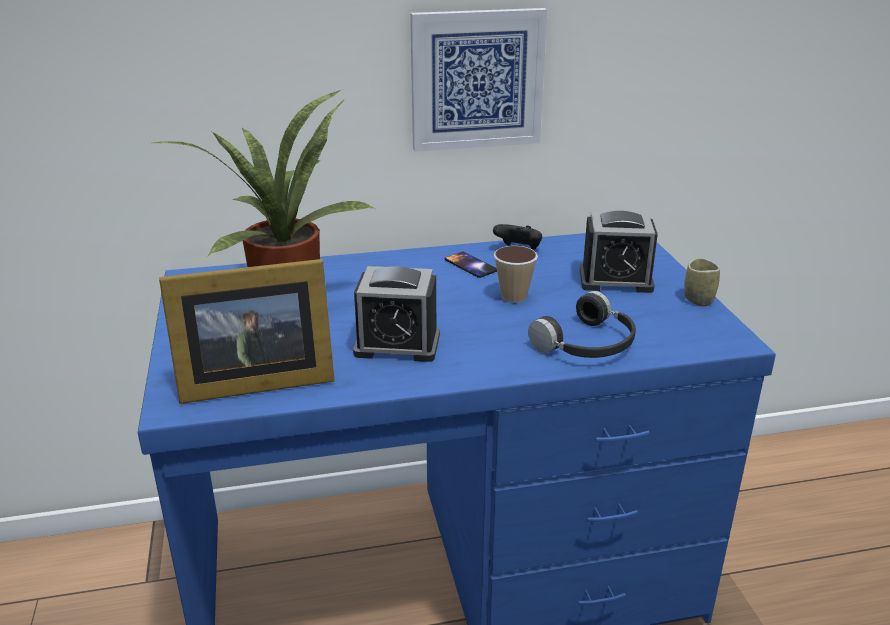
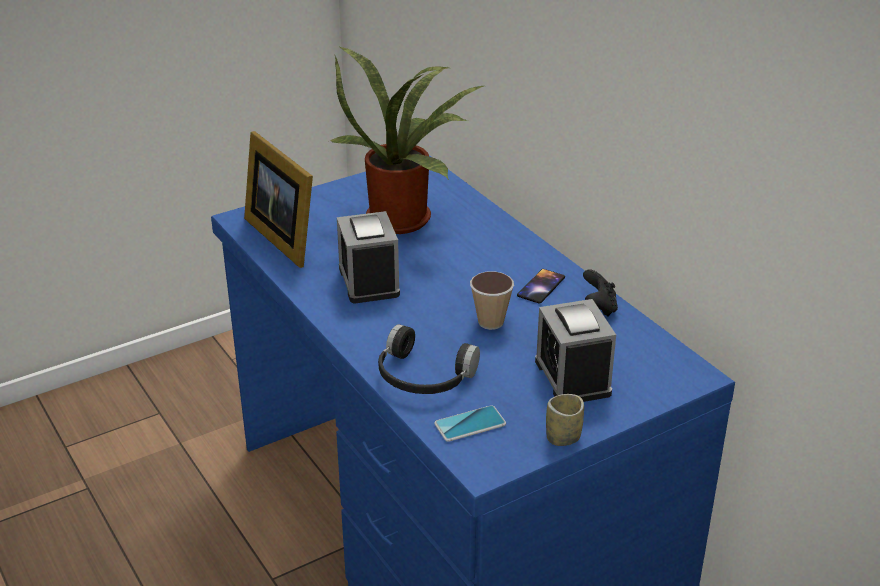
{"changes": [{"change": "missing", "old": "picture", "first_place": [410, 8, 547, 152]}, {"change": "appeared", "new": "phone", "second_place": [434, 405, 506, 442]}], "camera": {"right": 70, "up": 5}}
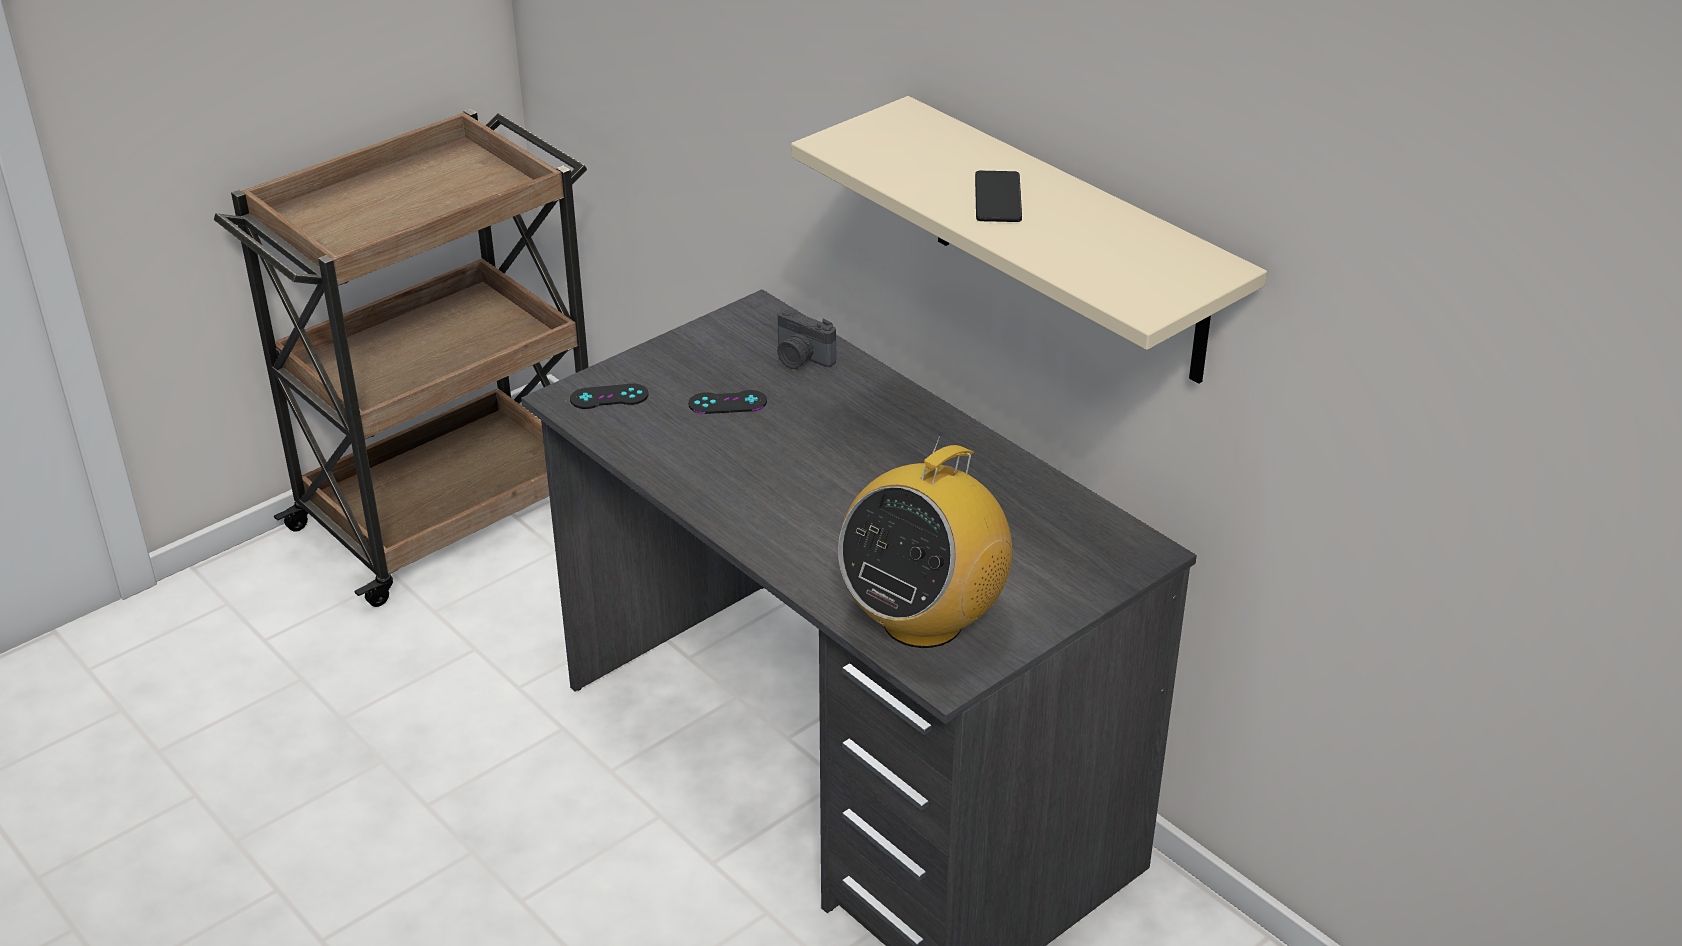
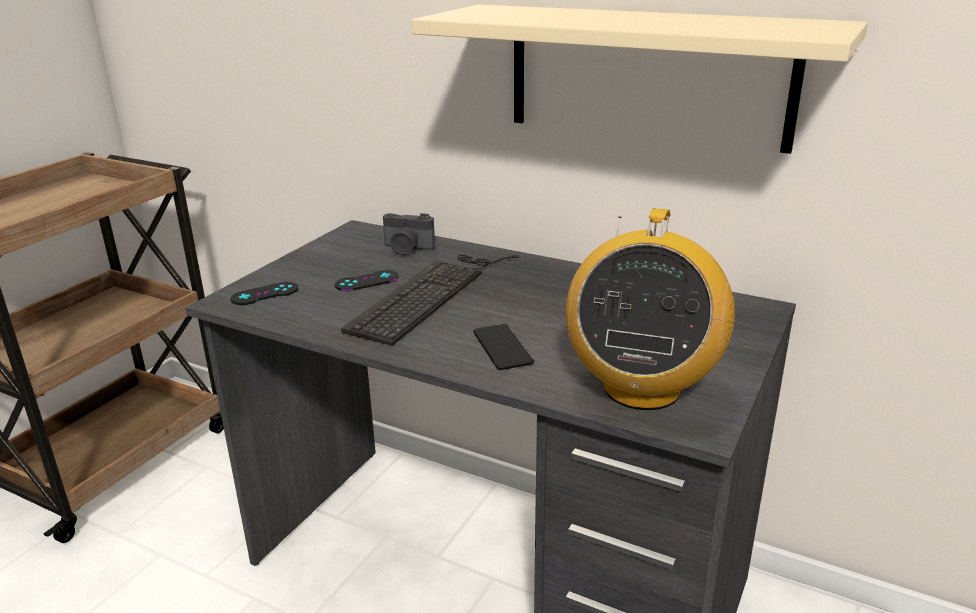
{"changes": [{"change": "relocated", "old": "phone", "first_place": [975, 171, 1022, 222], "second_place": [473, 324, 534, 370]}, {"change": "appeared", "new": "PC keyboard", "second_place": [341, 255, 519, 346]}], "camera": {"right": -20, "up": -10}}
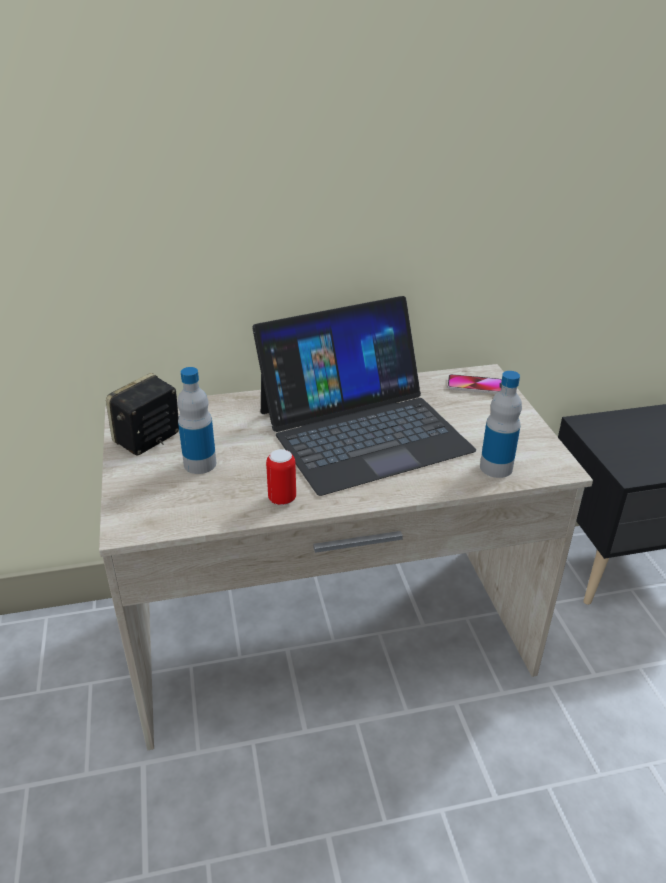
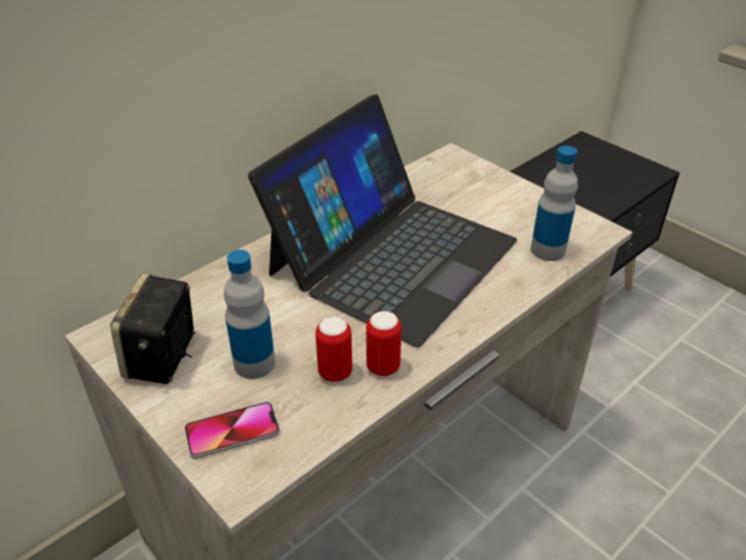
{"changes": [{"change": "relocated", "old": "phone", "first_place": [447, 374, 502, 394], "second_place": [184, 402, 280, 459]}, {"change": "appeared", "new": "can", "second_place": [315, 316, 352, 382]}], "camera": {"right": -30, "up": 5}}
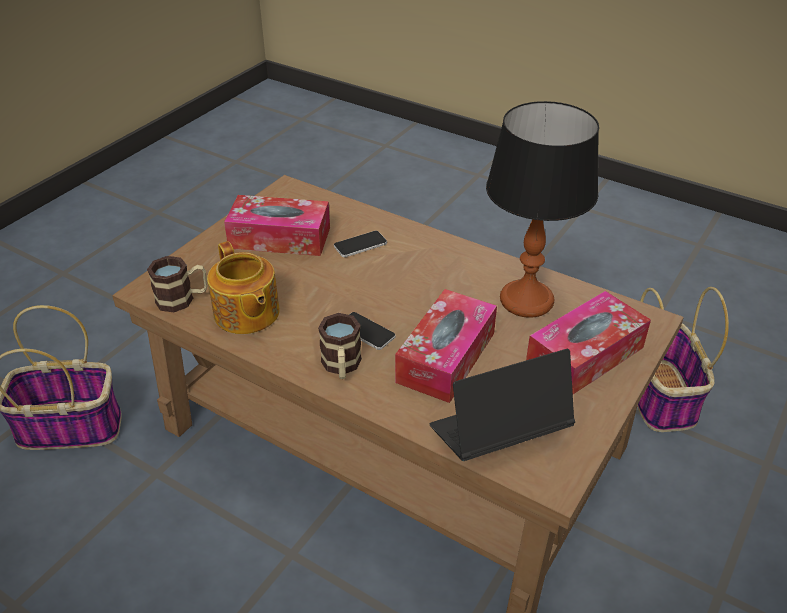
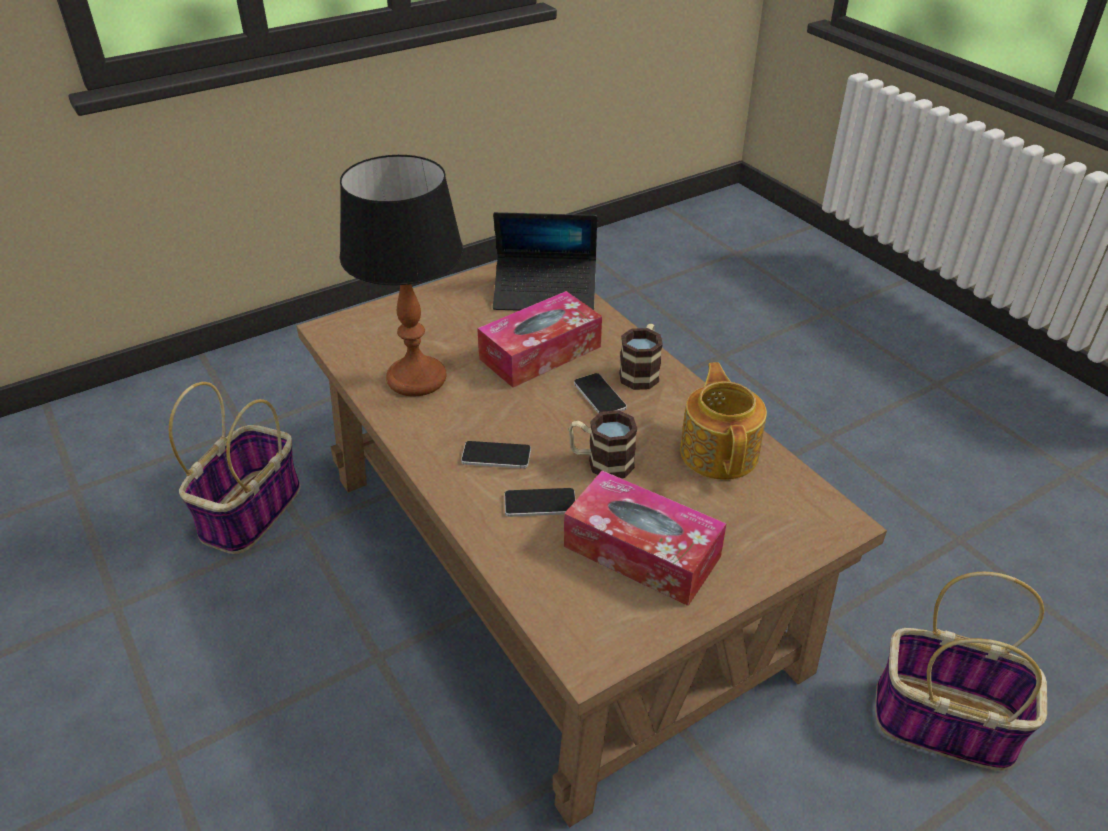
{"changes": [{"change": "relocated", "old": "mug", "first_place": [147, 256, 207, 312], "second_place": [569, 410, 637, 478]}, {"change": "missing", "old": "tissue holder", "first_place": [526, 291, 651, 394]}, {"change": "appeared", "new": "phone", "second_place": [461, 441, 531, 469]}], "camera": {"right": -155, "up": 0}}
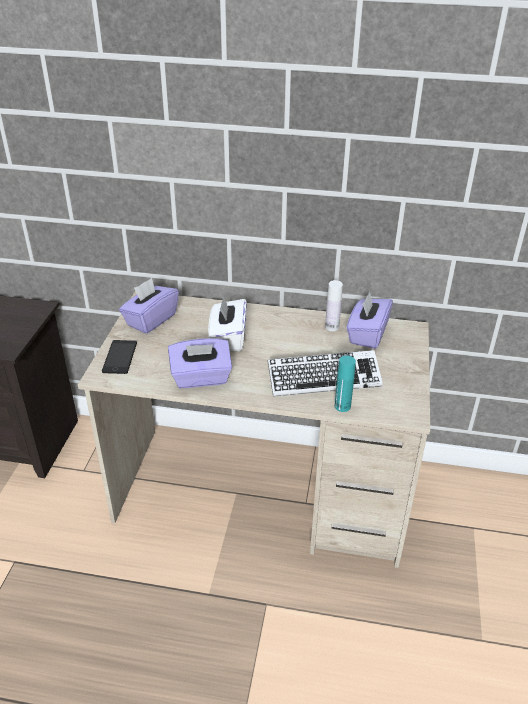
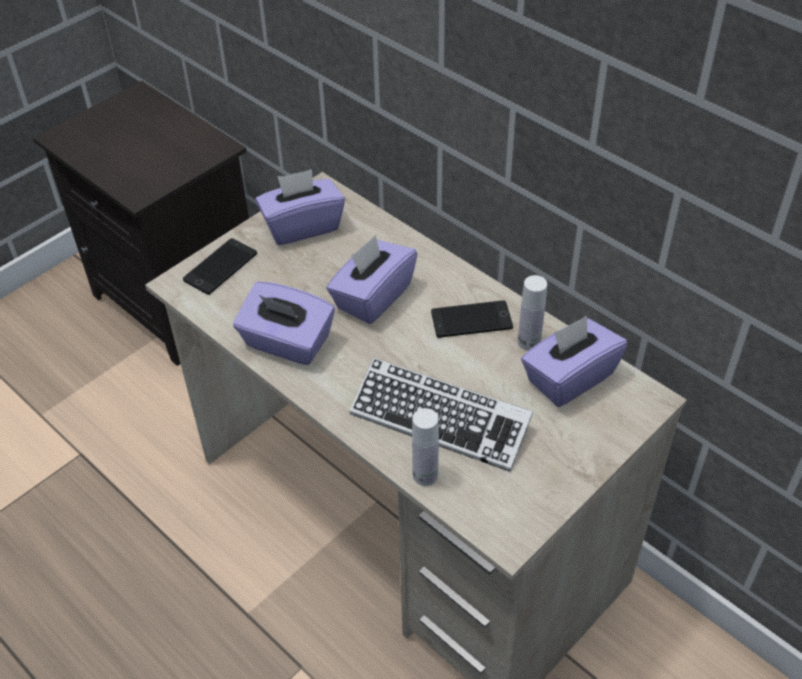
{"changes": [{"change": "colour", "old": "white-coloured tissue holder", "new": "purple-coloured tissue holder", "first_place": [208, 296, 247, 351], "second_place": [326, 235, 417, 324]}, {"change": "colour", "old": "turquoise drink bottle", "new": "white-coloured drink bottle", "first_place": [335, 355, 356, 412], "second_place": [412, 408, 439, 486]}, {"change": "appeared", "new": "phone", "second_place": [431, 300, 513, 338]}], "camera": {"right": 35, "up": 10}}
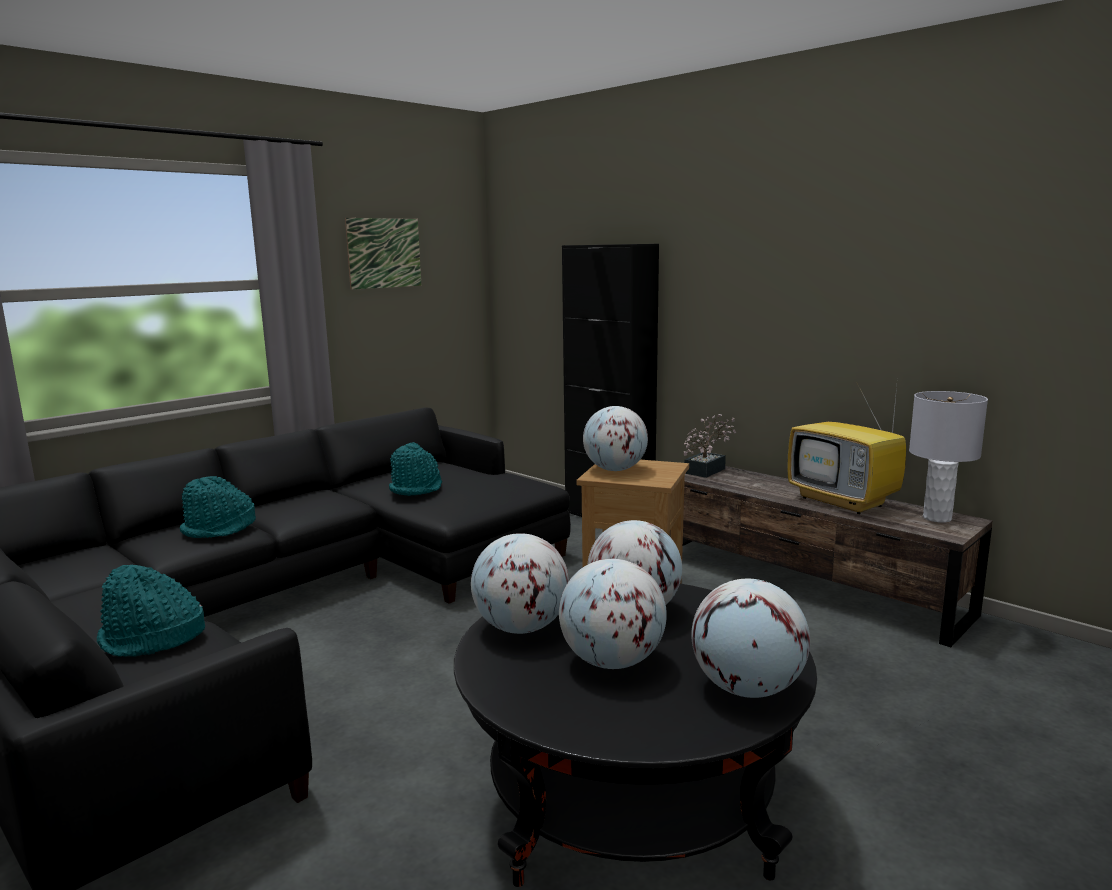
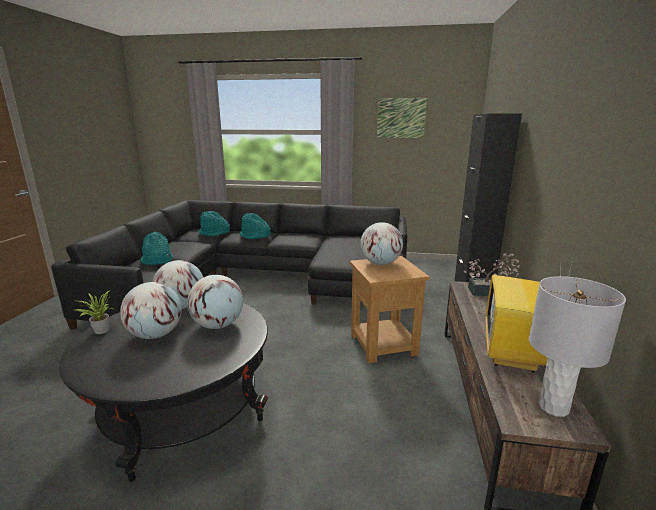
{"changes": [{"change": "relocated", "old": "turquoise hat", "first_place": [389, 442, 442, 496], "second_place": [199, 211, 230, 236]}, {"change": "missing", "old": "world globe", "first_place": [691, 579, 810, 698]}, {"change": "appeared", "new": "potted plant", "second_place": [75, 290, 113, 334]}], "camera": {"right": 55, "up": 5}}
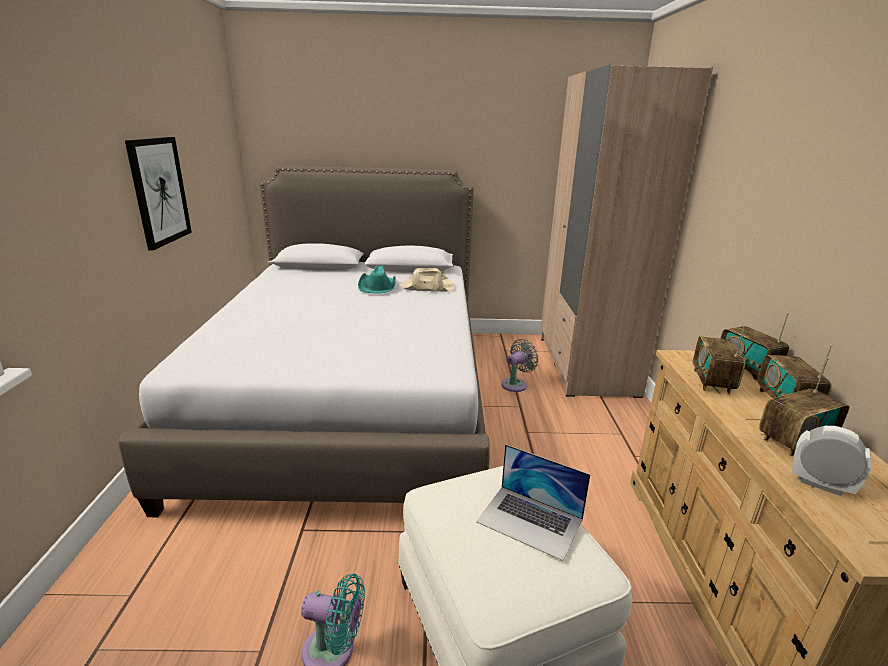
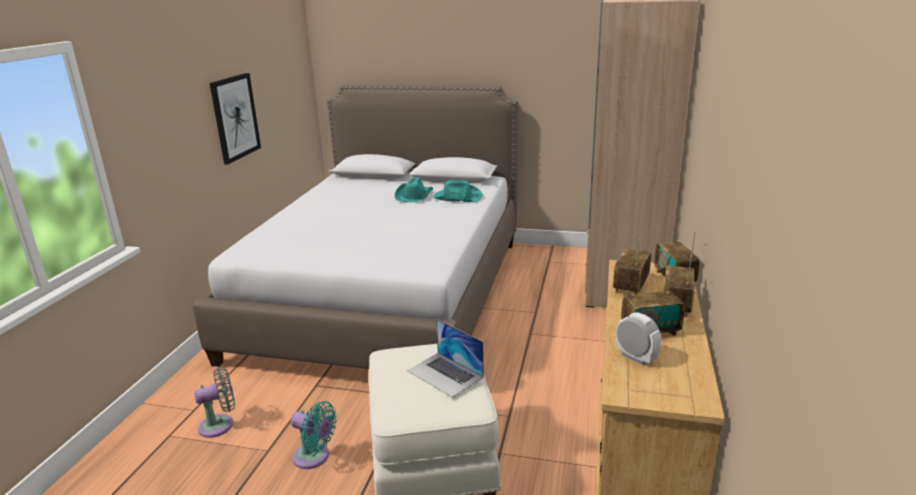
{"changes": [{"change": "colour", "old": "beige hat", "new": "turquoise hat", "first_place": [400, 268, 454, 292], "second_place": [433, 180, 483, 202]}, {"change": "relocated", "old": "gray fan", "first_place": [501, 339, 539, 392], "second_place": [194, 367, 235, 438]}], "camera": {"right": 15, "up": 0}}
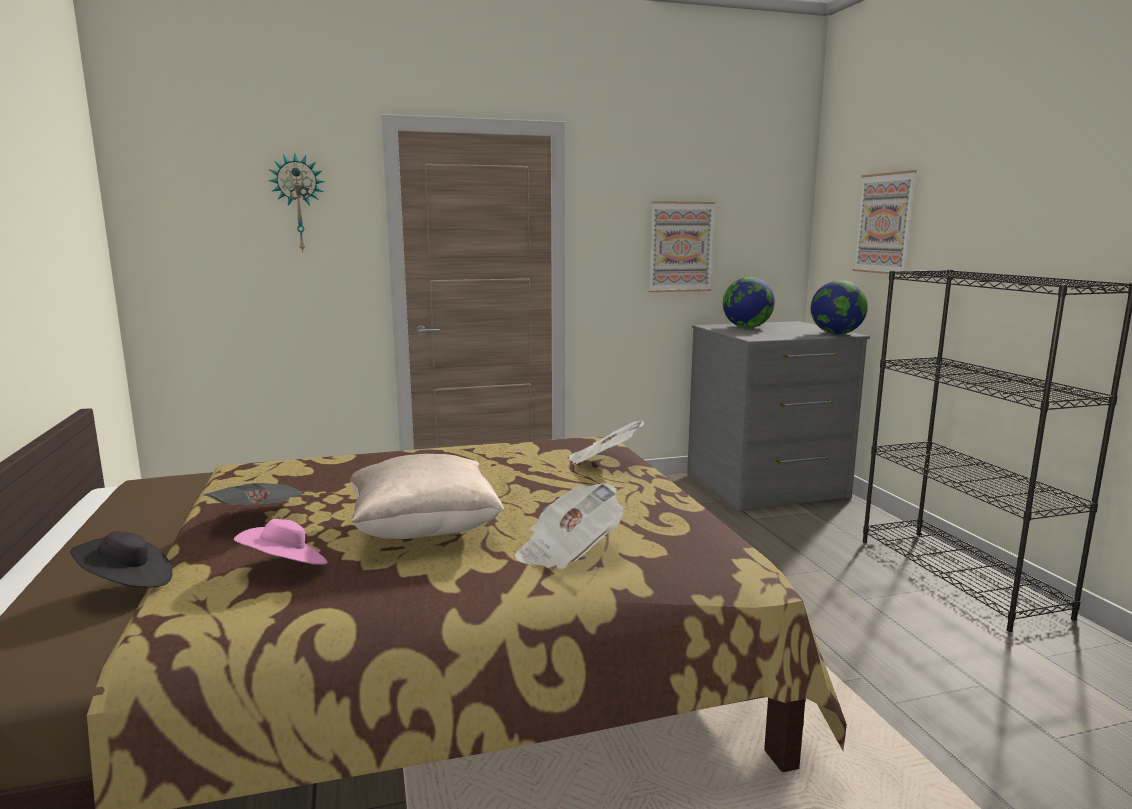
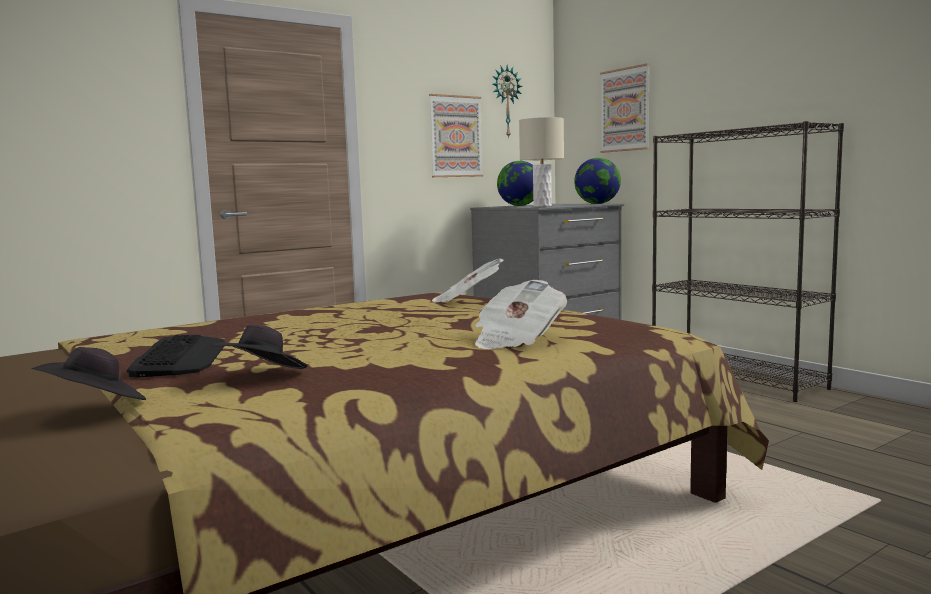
{"changes": [{"change": "relocated", "old": "wall clock", "first_place": [268, 153, 325, 253], "second_place": [492, 65, 523, 139]}, {"change": "missing", "old": "beige pillow", "first_place": [350, 454, 505, 539]}, {"change": "exchanged", "old": "newspaper", "new": "PC keyboard", "first_place": [203, 483, 304, 505], "second_place": [127, 335, 226, 378]}, {"change": "colour", "old": "pinkish hat", "new": "blackish hat", "first_place": [234, 519, 328, 565], "second_place": [212, 325, 307, 369]}, {"change": "appeared", "new": "beige lamp for a table", "second_place": [519, 117, 564, 207]}], "camera": {"right": -20, "up": -5}}
